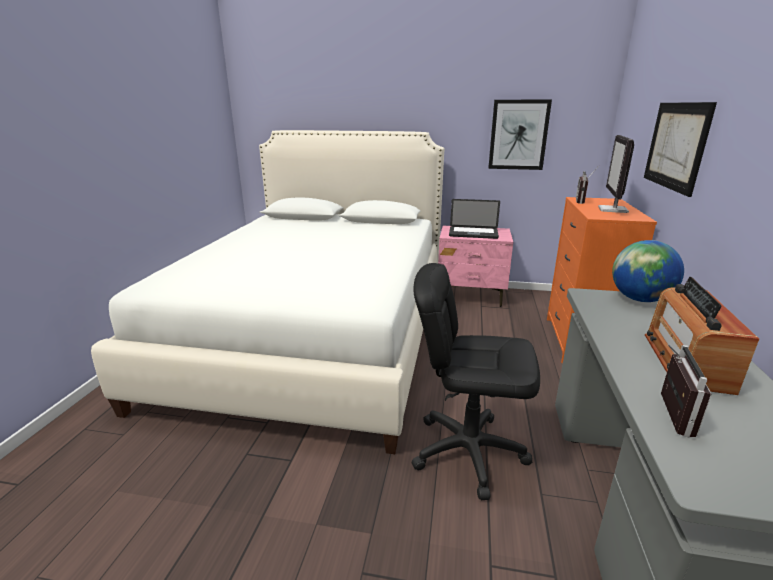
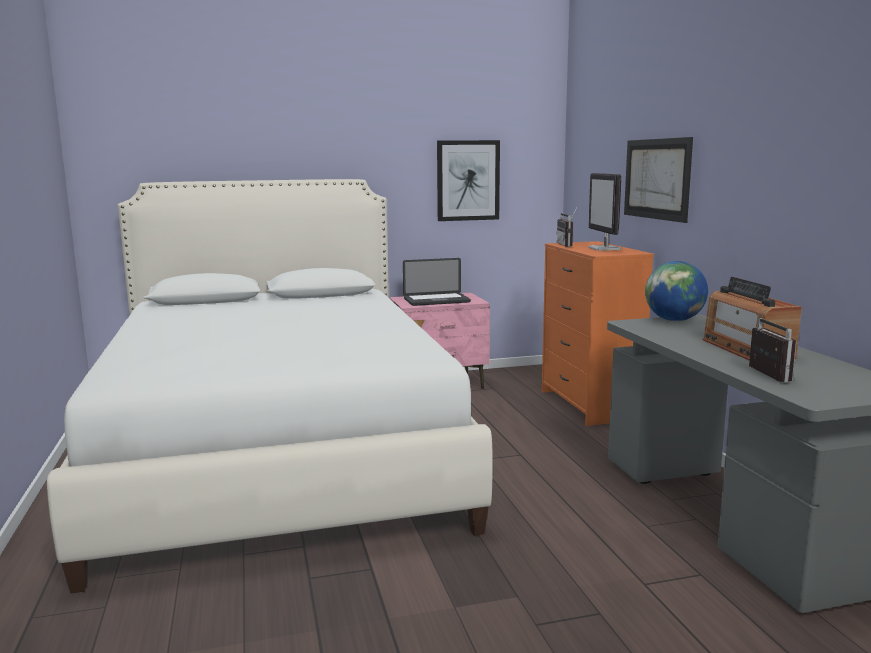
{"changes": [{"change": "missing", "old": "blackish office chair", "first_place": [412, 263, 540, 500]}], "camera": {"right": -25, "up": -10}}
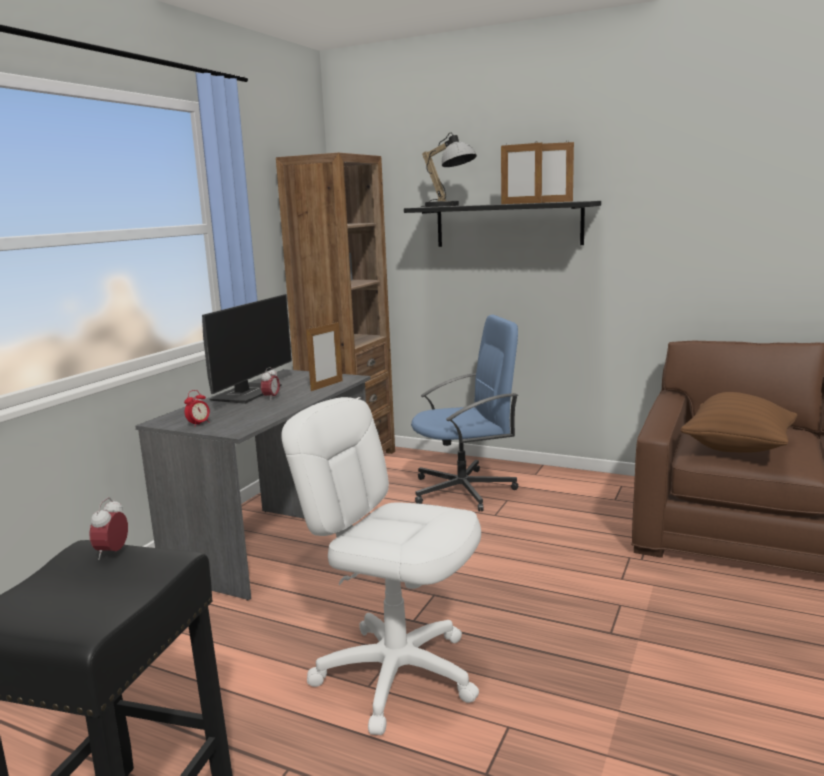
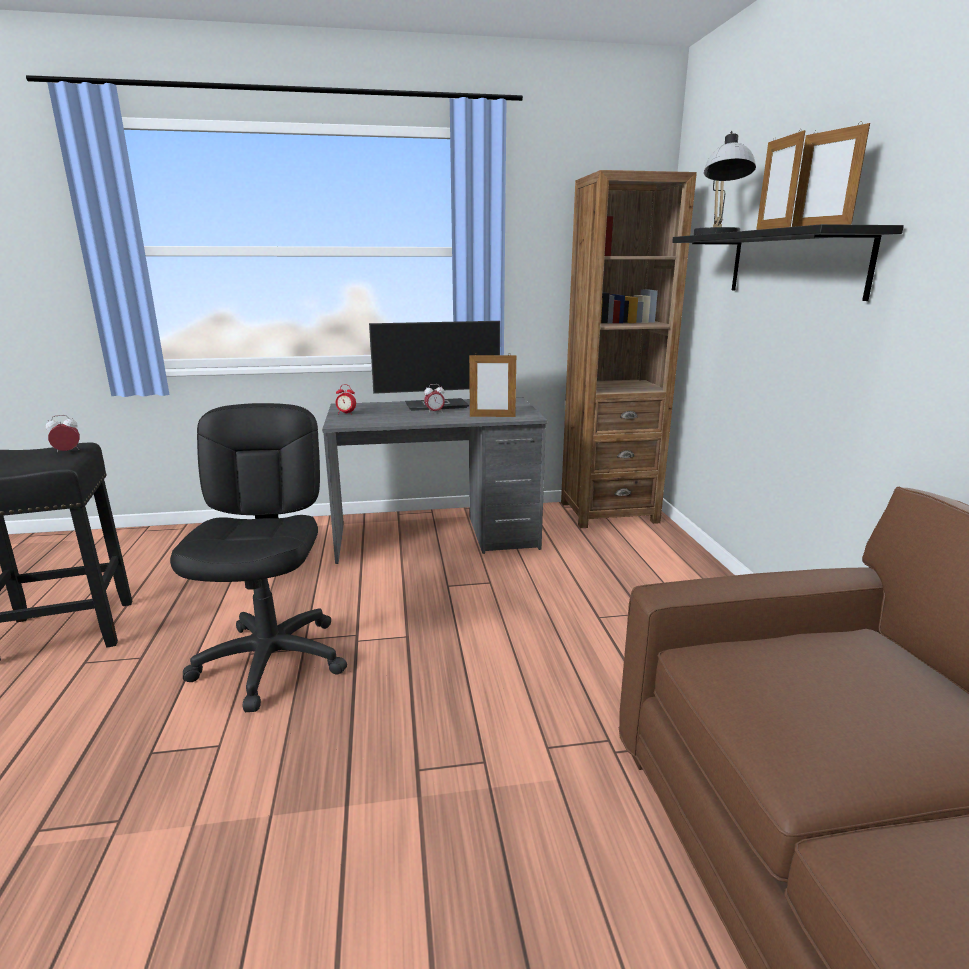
{"changes": [{"change": "missing", "old": "blue office chair", "first_place": [411, 315, 519, 512]}, {"change": "missing", "old": "brown pillow", "first_place": [680, 392, 797, 453]}, {"change": "colour", "old": "white-coloured office chair", "new": "blackish office chair", "first_place": [281, 397, 481, 735], "second_place": [170, 403, 347, 712]}], "camera": {"right": 55, "up": 5}}
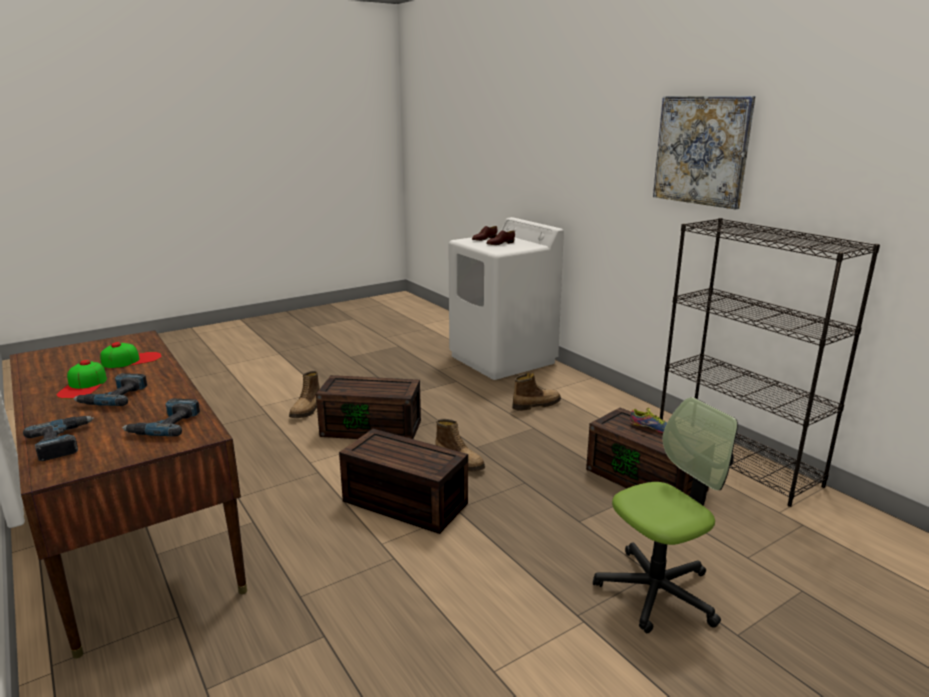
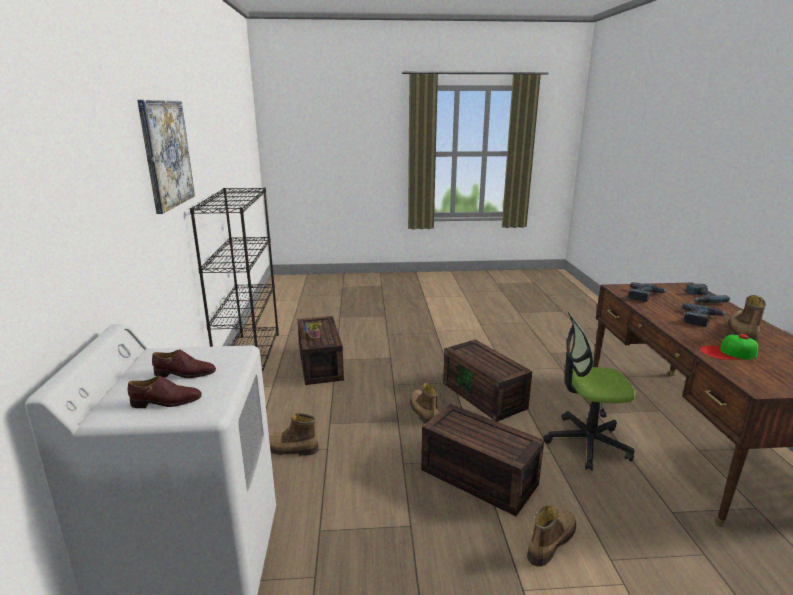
{"changes": [{"change": "exchanged", "old": "peaked cap", "new": "high-top boot", "first_place": [56, 360, 107, 399], "second_place": [728, 295, 766, 342]}, {"change": "relocated", "old": "office chair", "first_place": [593, 397, 738, 633], "second_place": [543, 312, 636, 471]}], "camera": {"right": -150, "up": 0}}
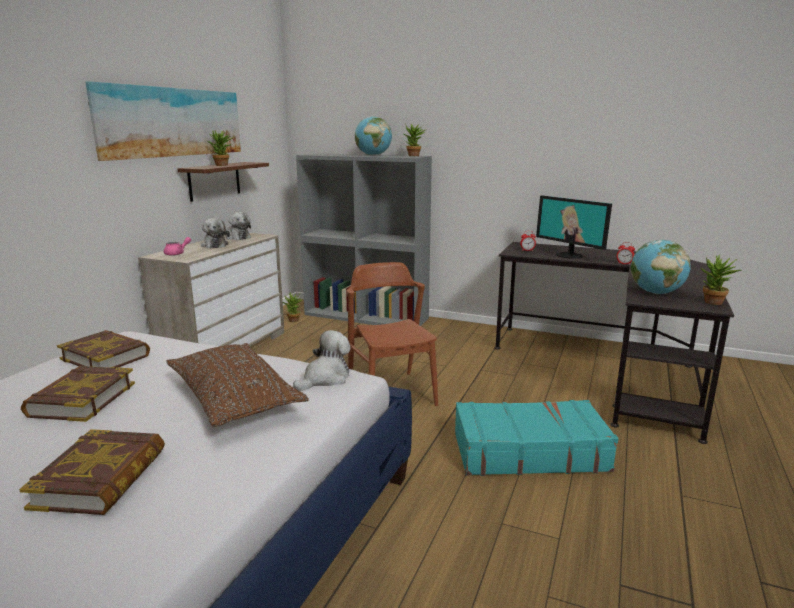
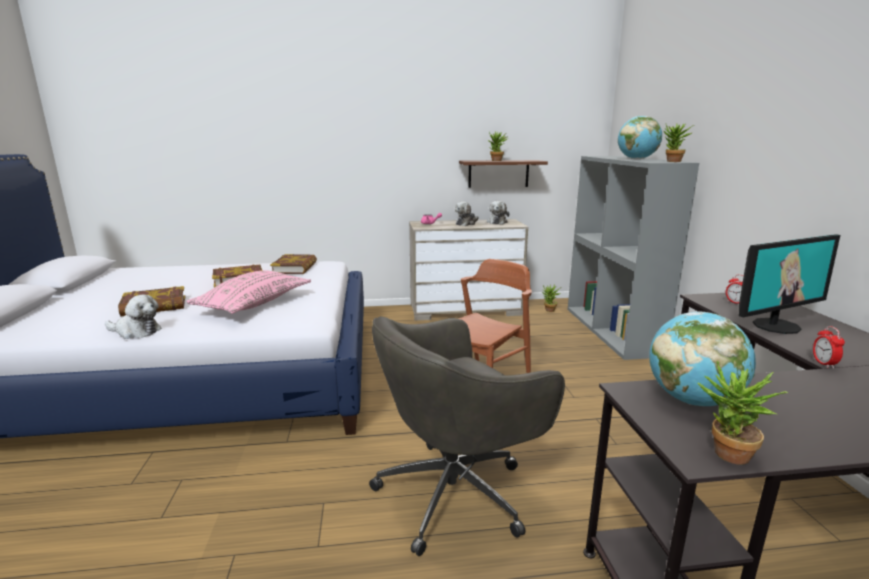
{"changes": [{"change": "missing", "old": "picture", "first_place": [85, 81, 241, 161]}, {"change": "spun", "old": "computer display", "first_place": [536, 195, 612, 259], "second_place": [739, 234, 840, 334], "degrees": -135}, {"change": "relocated", "old": "soft toy", "first_place": [293, 330, 351, 391], "second_place": [105, 294, 162, 339]}, {"change": "colour", "old": "brown pillow", "new": "pinkish pillow", "first_place": [166, 343, 309, 427], "second_place": [186, 271, 311, 314]}, {"change": "exchanged", "old": "turquoise piece of luggage", "new": "gray office chair", "first_place": [455, 400, 618, 476], "second_place": [369, 316, 565, 556]}], "camera": {"right": 60, "up": 0}}
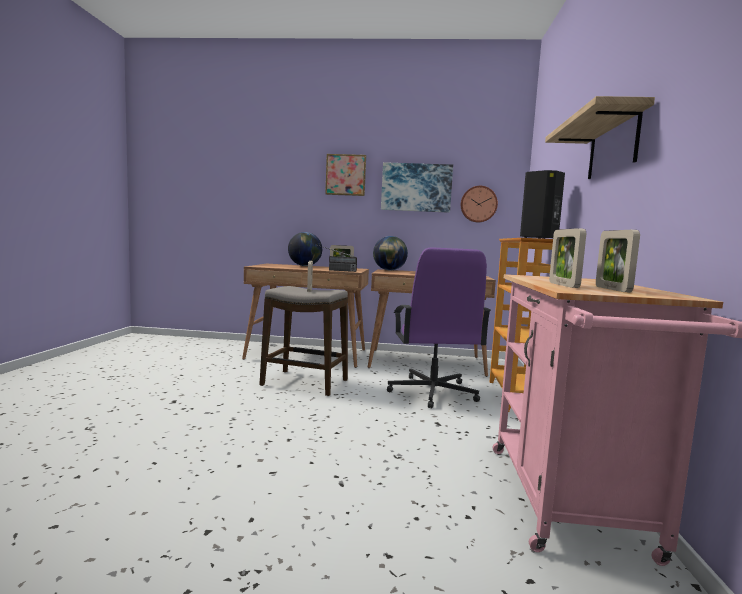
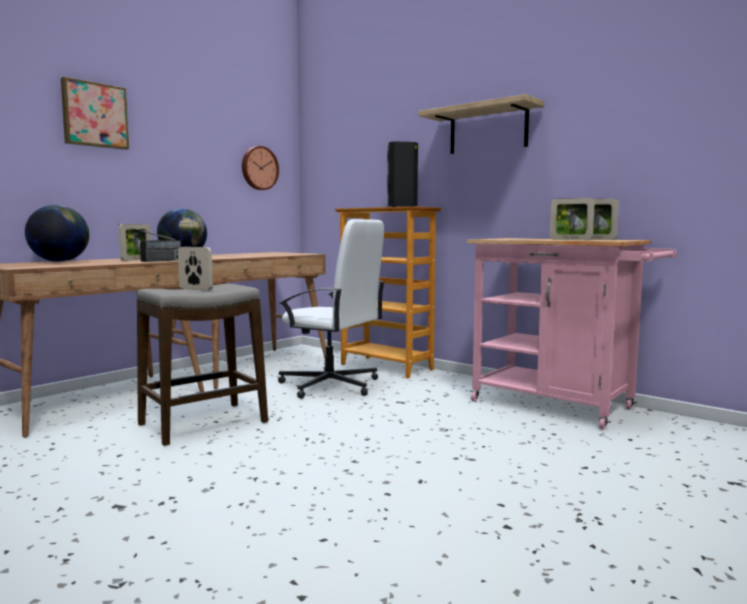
{"changes": [{"change": "missing", "old": "picture", "first_place": [381, 162, 453, 213]}, {"change": "colour", "old": "purple-coloured office chair", "new": "white-coloured office chair", "first_place": [387, 248, 491, 408], "second_place": [278, 219, 385, 399]}], "camera": {"right": -55, "up": 0}}
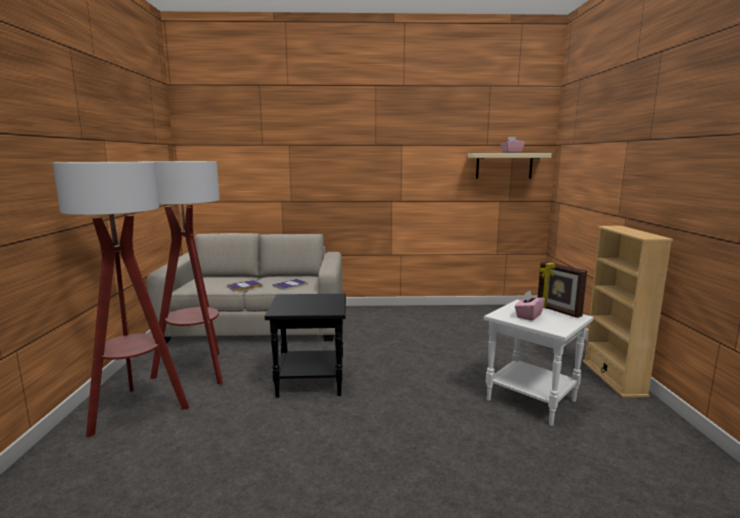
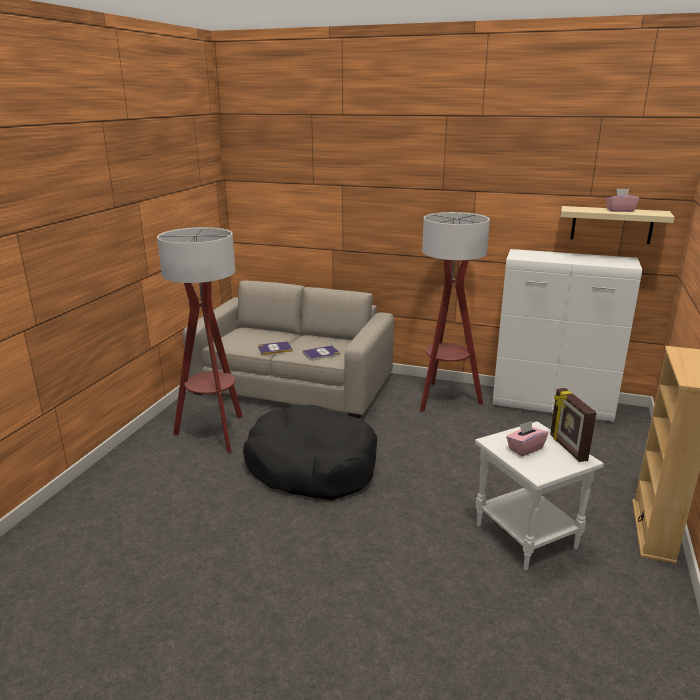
{"changes": [{"change": "relocated", "old": "standing lamp", "first_place": [53, 162, 189, 438], "second_place": [420, 212, 490, 412]}, {"change": "exchanged", "old": "blackish end table", "new": "blackish dog cushion", "first_place": [265, 294, 346, 398], "second_place": [243, 405, 377, 500]}, {"change": "appeared", "new": "white-coloured storage cabinet", "second_place": [492, 249, 642, 422]}], "camera": {"right": 20, "up": 10}}
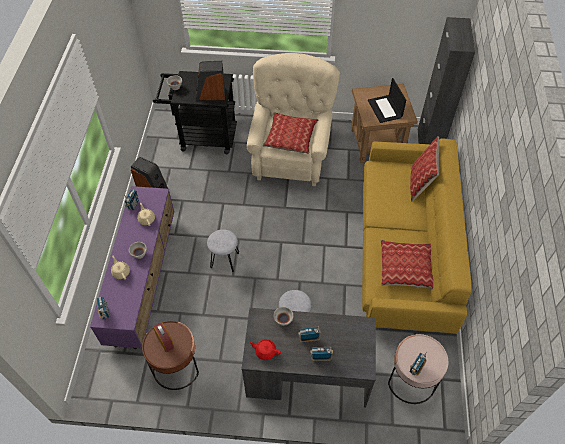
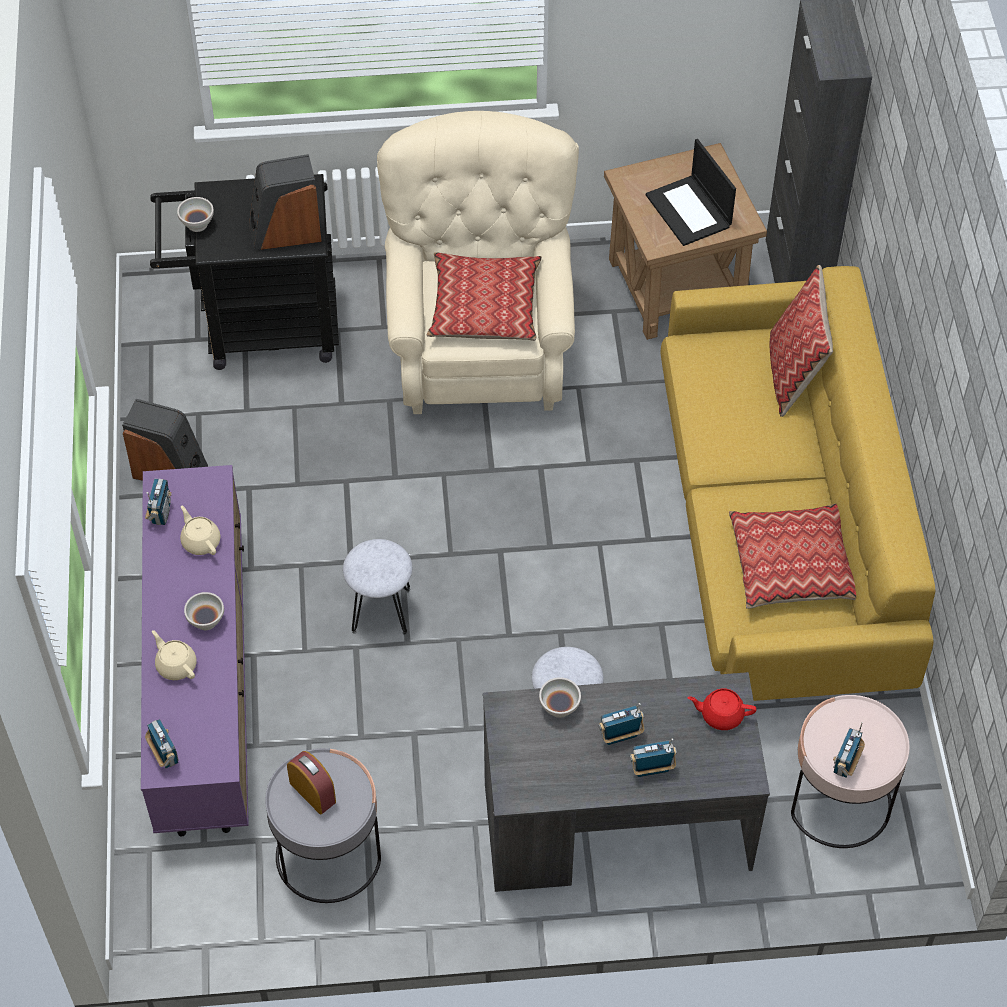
{"changes": [{"change": "colour", "old": "brown end table", "new": "gray end table", "first_place": [142, 321, 199, 390], "second_place": [265, 748, 381, 903]}, {"change": "relocated", "old": "reddish tea pot", "first_place": [248, 339, 281, 360], "second_place": [688, 689, 756, 730]}], "camera": {"right": -10, "up": 0}}
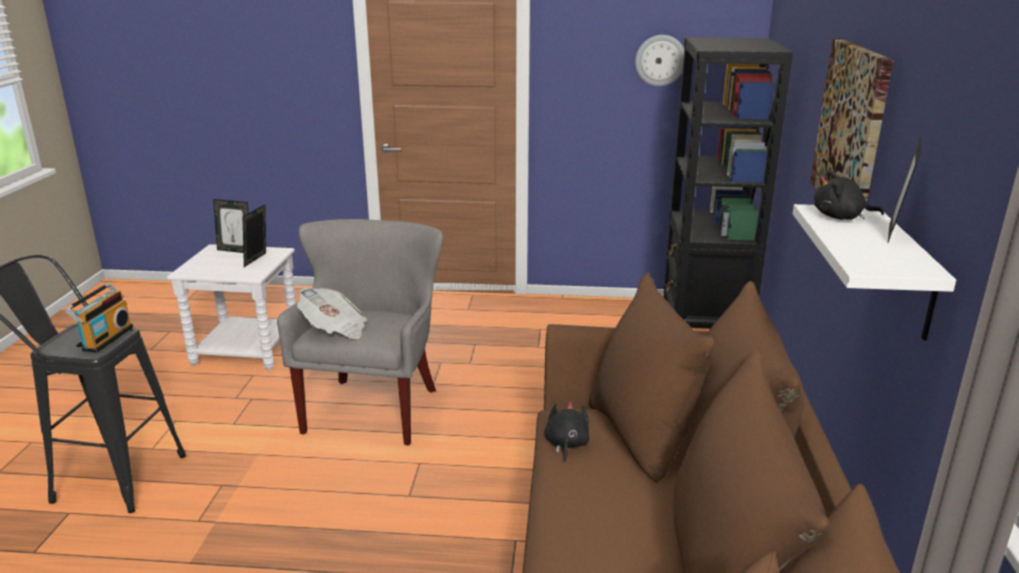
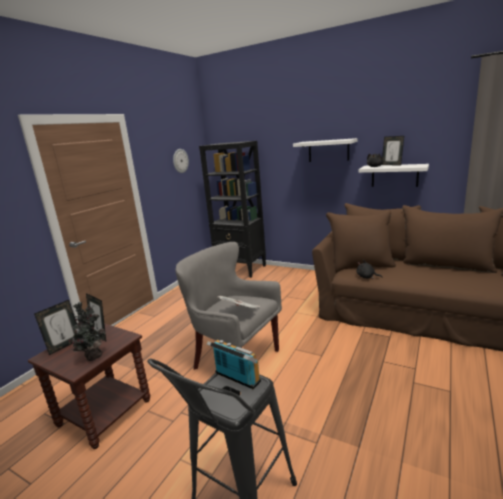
{"changes": [{"change": "exchanged", "old": "picture", "new": "white-coloured wall shelf", "first_place": [810, 39, 894, 201], "second_place": [293, 138, 357, 162]}, {"change": "colour", "old": "white-coloured end table", "new": "brown end table", "first_place": [167, 244, 296, 370], "second_place": [28, 323, 150, 449]}, {"change": "appeared", "new": "potted plant", "second_place": [69, 302, 106, 361]}], "camera": {"right": -65, "up": -5}}
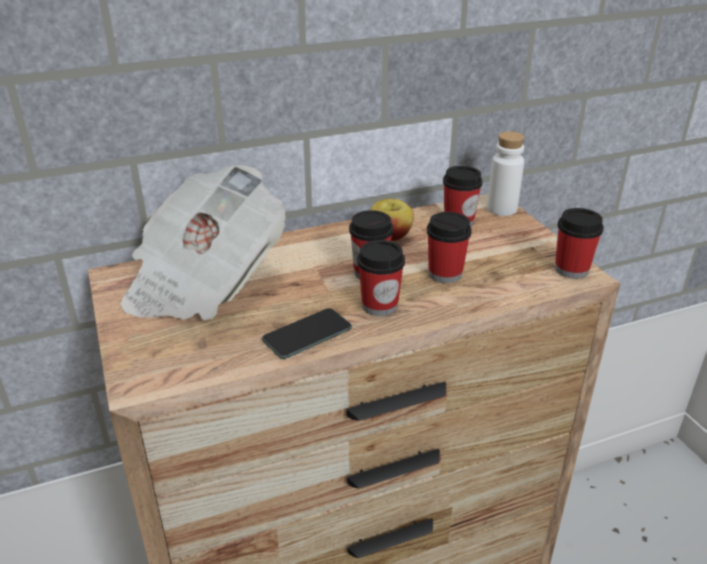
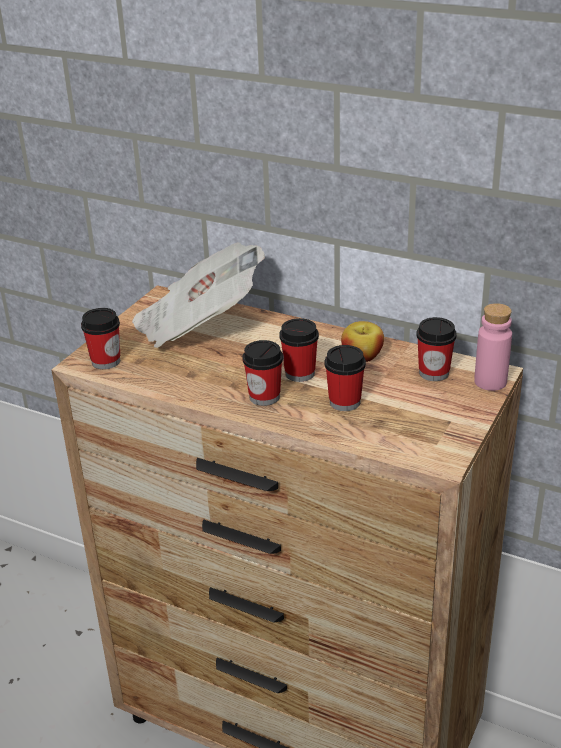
{"changes": [{"change": "colour", "old": "white-coloured drink bottle", "new": "pinkish drink bottle", "first_place": [487, 131, 525, 216], "second_place": [474, 303, 512, 391]}, {"change": "relocated", "old": "cup", "first_place": [555, 208, 604, 279], "second_place": [81, 308, 120, 369]}, {"change": "missing", "old": "phone", "first_place": [262, 308, 352, 359]}], "camera": {"right": 50, "up": 0}}
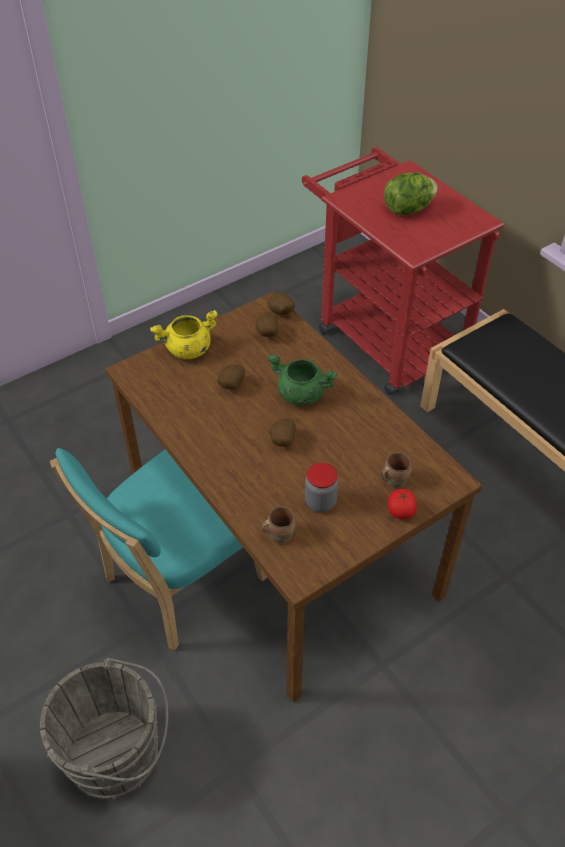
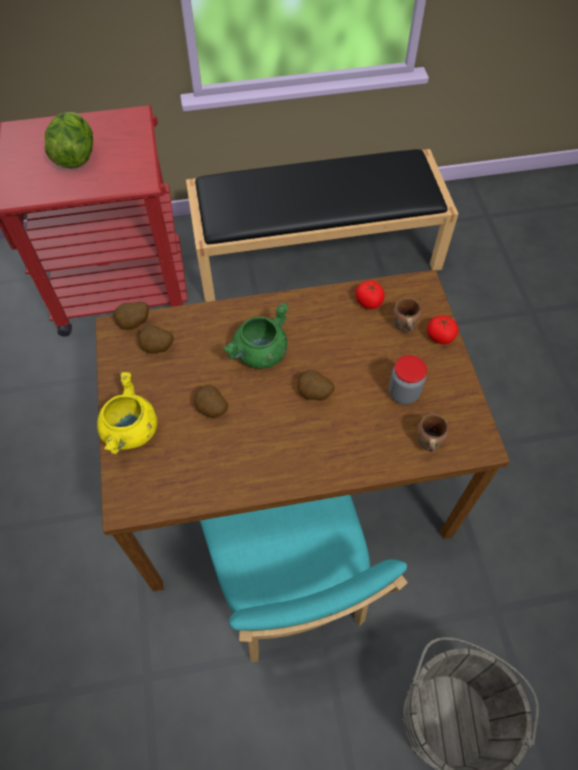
{"changes": [{"change": "appeared", "new": "tomato", "second_place": [355, 280, 385, 309]}], "camera": {"right": -65, "up": 10}}
